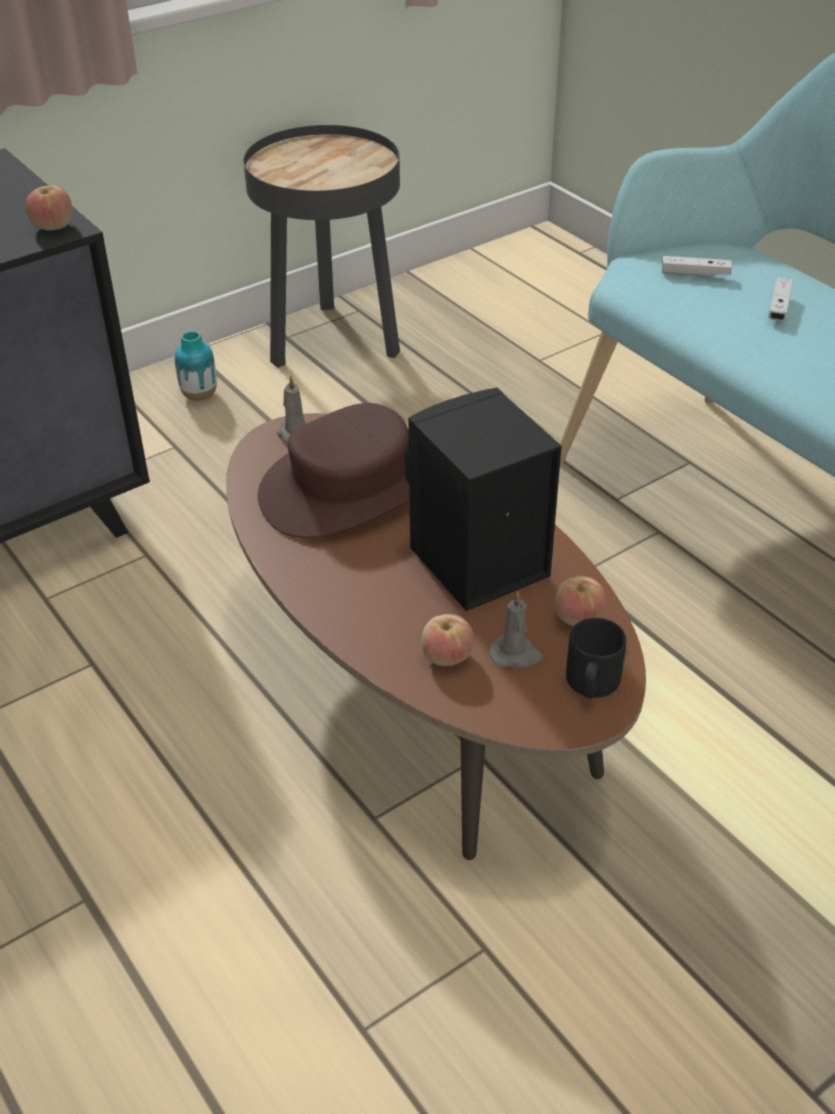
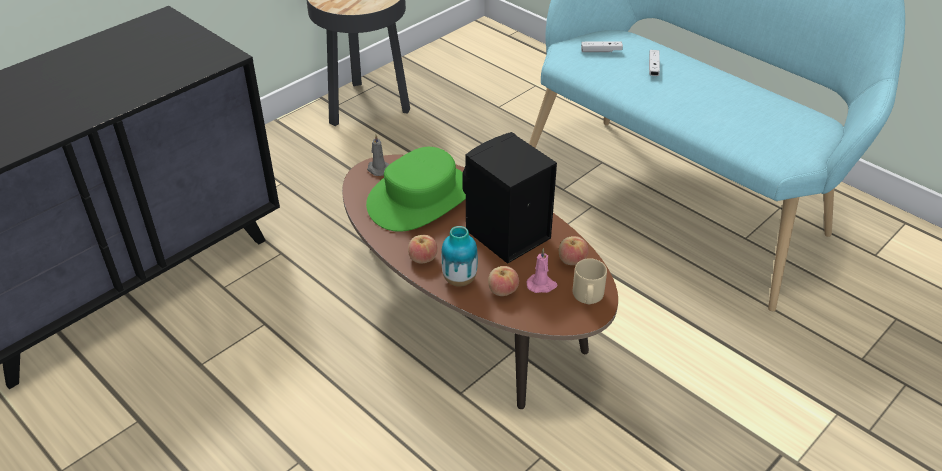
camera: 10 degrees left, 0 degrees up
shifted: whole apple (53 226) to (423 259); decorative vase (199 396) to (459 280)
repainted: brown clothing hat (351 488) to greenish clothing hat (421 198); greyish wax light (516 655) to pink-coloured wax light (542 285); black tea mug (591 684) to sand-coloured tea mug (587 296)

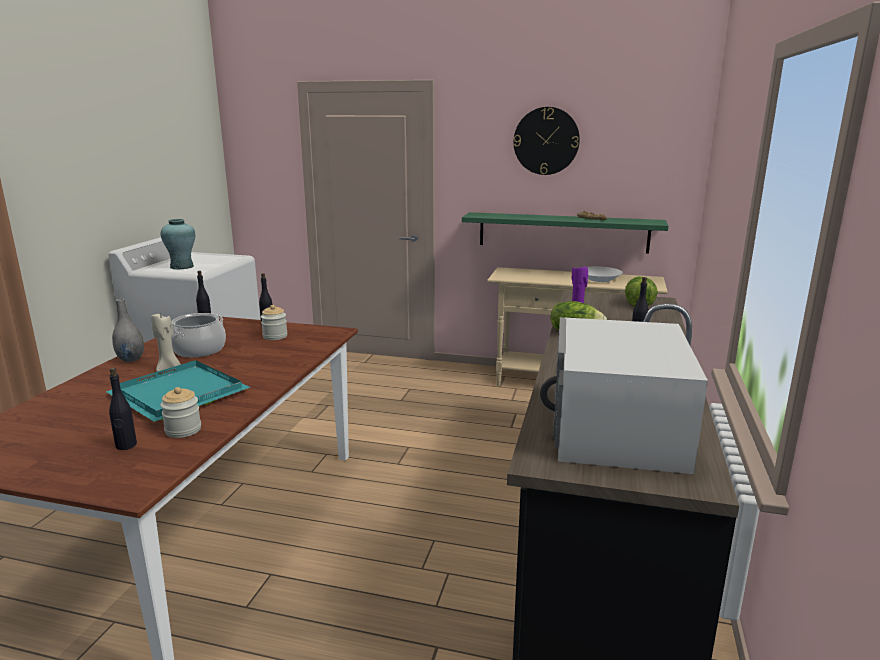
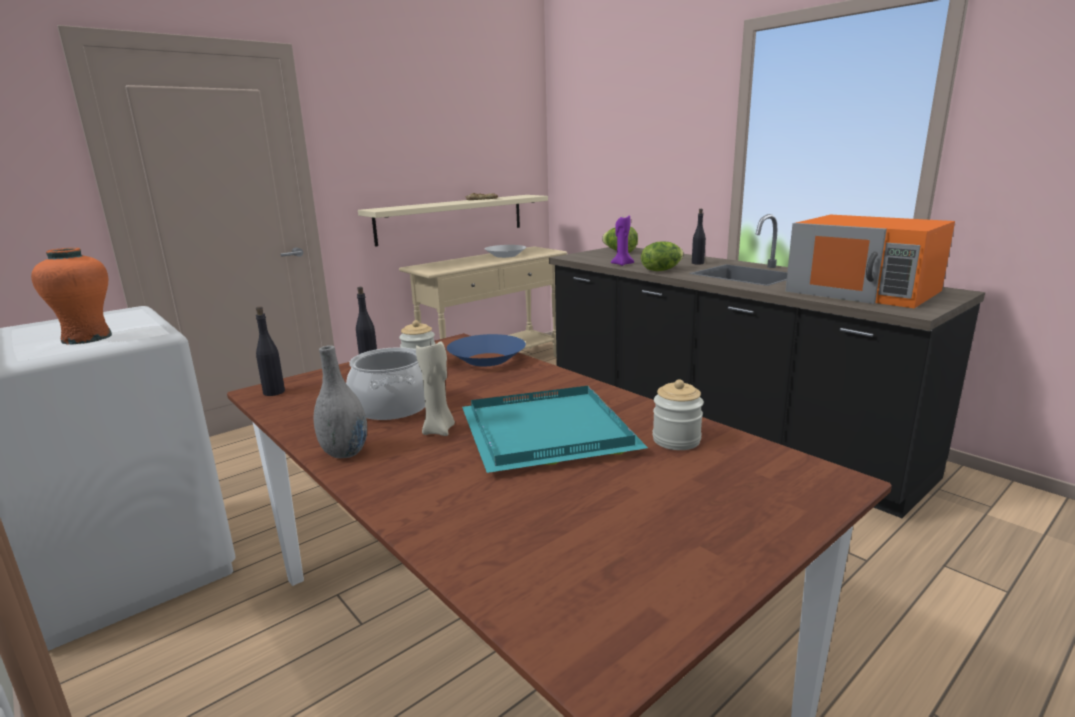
camera: 55 degrees left, 0 degrees up
gone: black bottle (126 445); wall clock (546 141)
new: bluish serving bowl (487 359)
repainted: turquoise-coloured decorative vase (182 266) to orange decorative vase (86 338); greenish bracket shelf (562 232) to sand-coloured bracket shelf (451 219); whitish kitchen microwave (616 428) to orange kitchen microwave (863 291)

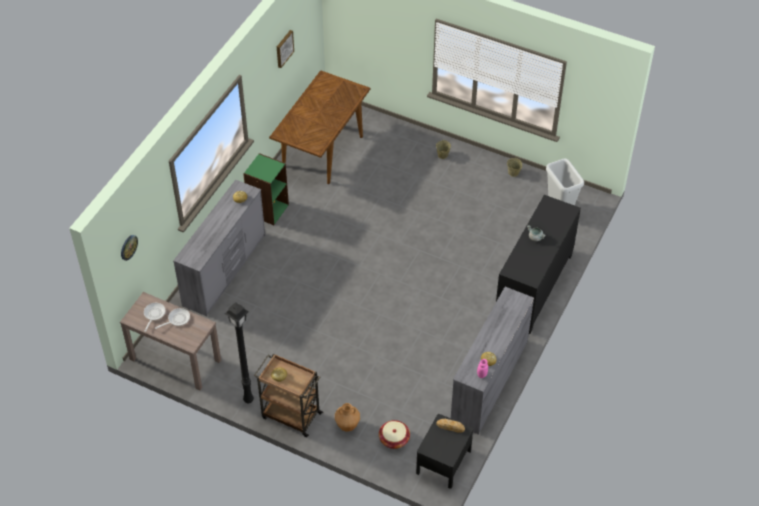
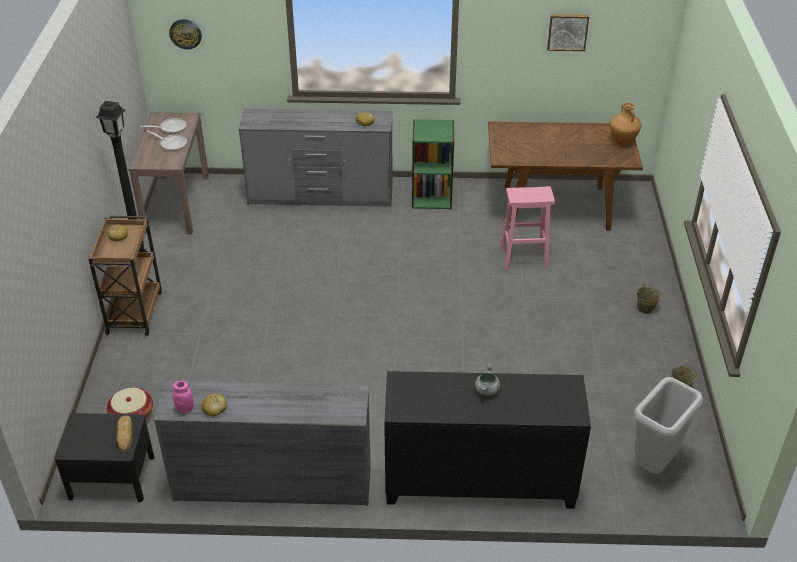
camera: 65 degrees right, 10 degrees down
new: pink-coloured sitting stool (523 258)
shifted: brown decorative vase (347 425) to (622 142)

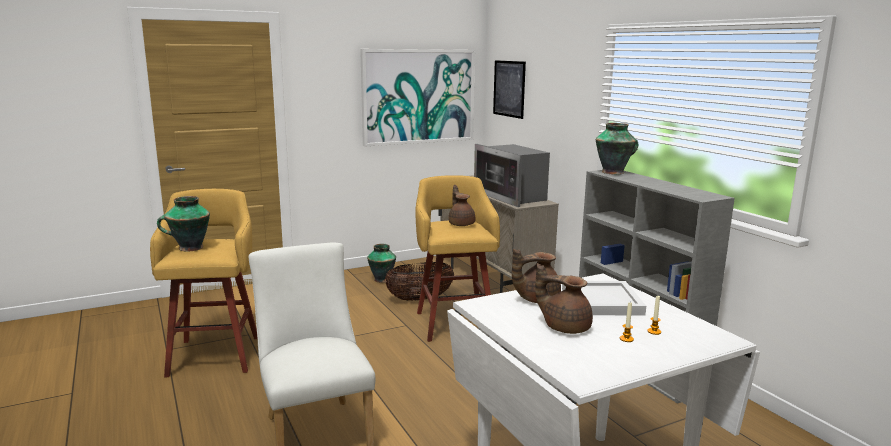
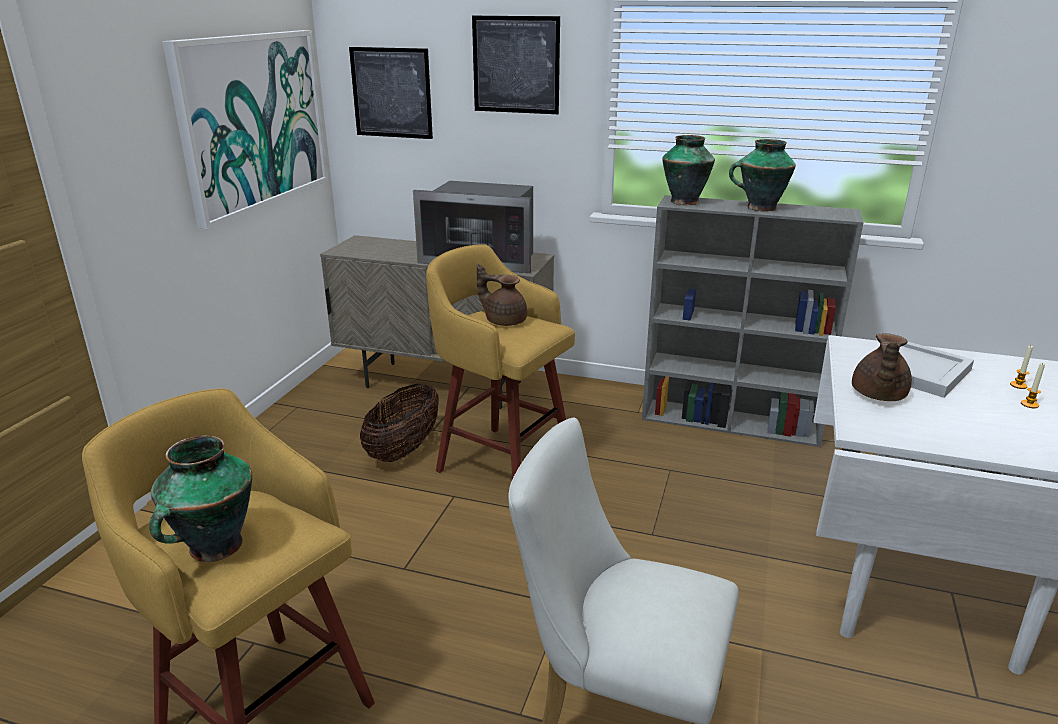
camera: 45 degrees left, 10 degrees up
gone: brown pot for tea (564 326)
new: wall art (516 65)
shifted: decorative vase (381 279) to (760 208)

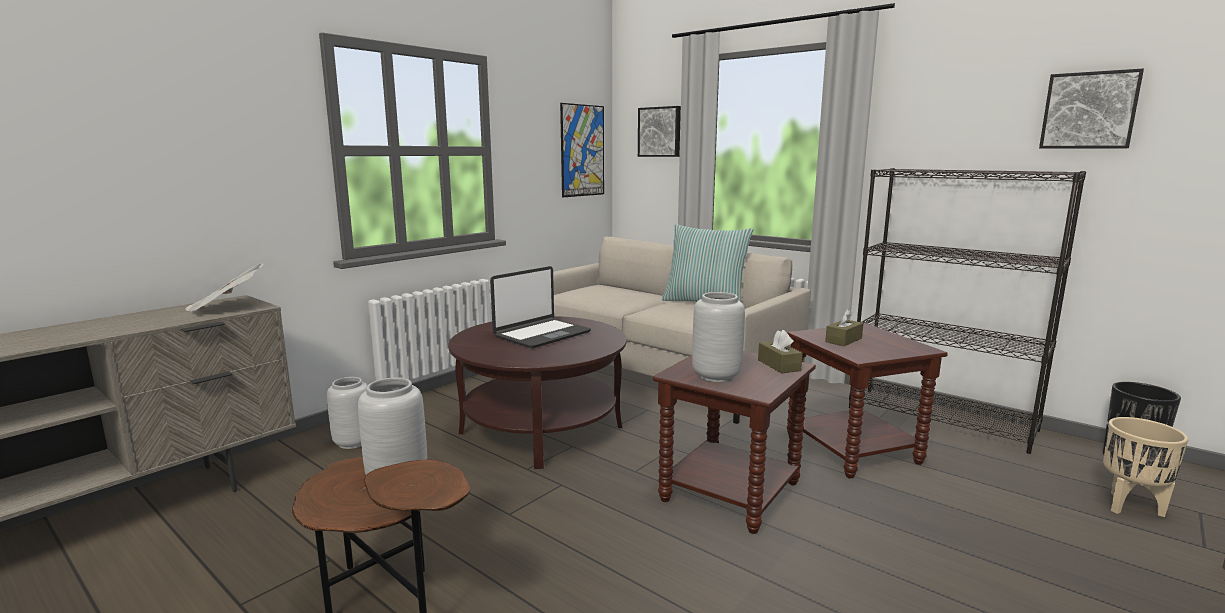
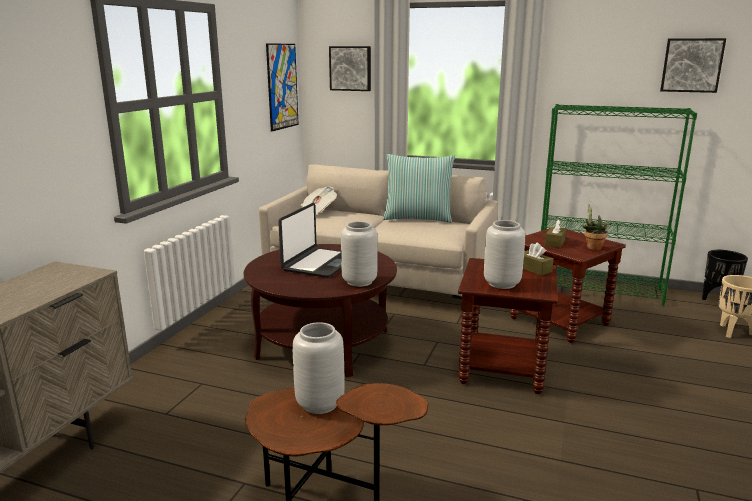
camera: 20 degrees left, 5 degrees up
new: plant in a pot (592 247)
shifted: newspaper (226 307) to (316 212); greyish decorative vase (354 442) to (359 281)
repainted: black bookcase (941 419) to greenish bookcase (599 289)

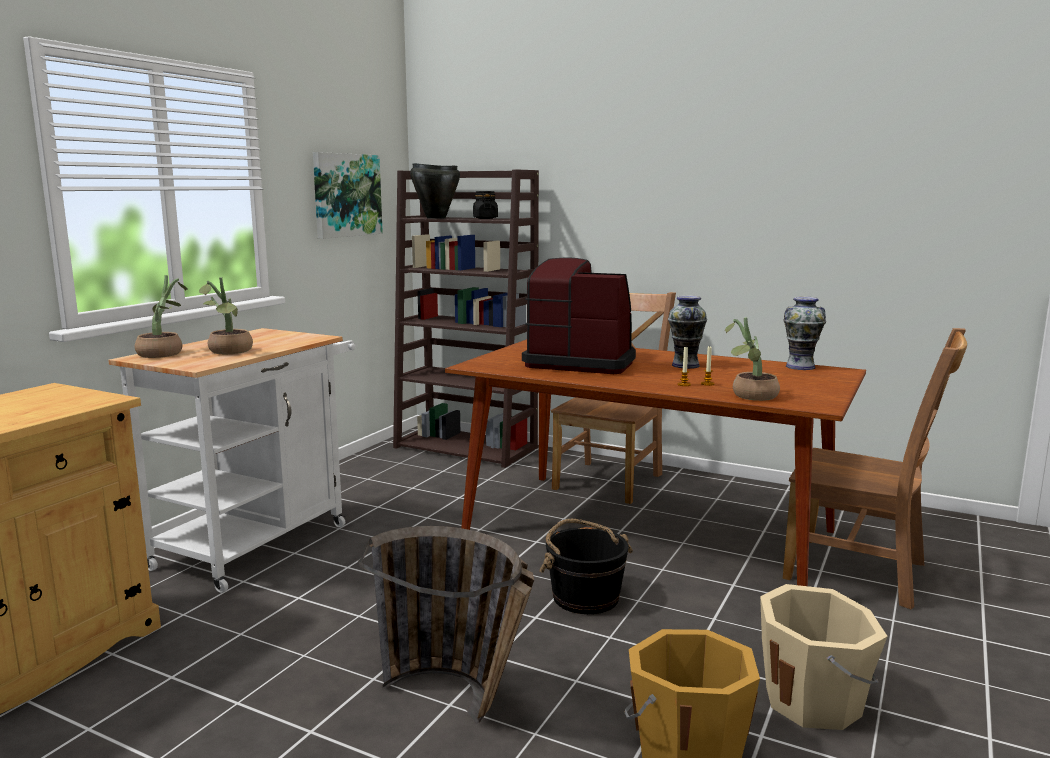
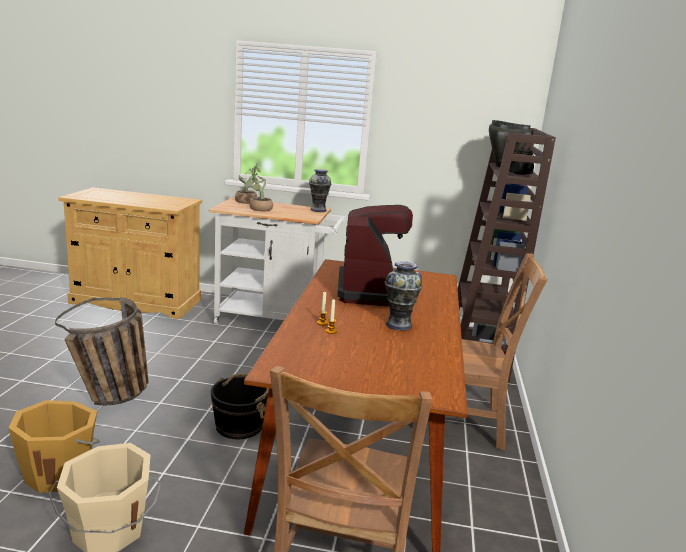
camera: 70 degrees right, 5 degrees up
gone: wall art (346 195); plant in a pot (750 396)
shifted: decorative vase (800 367) to (318 210)

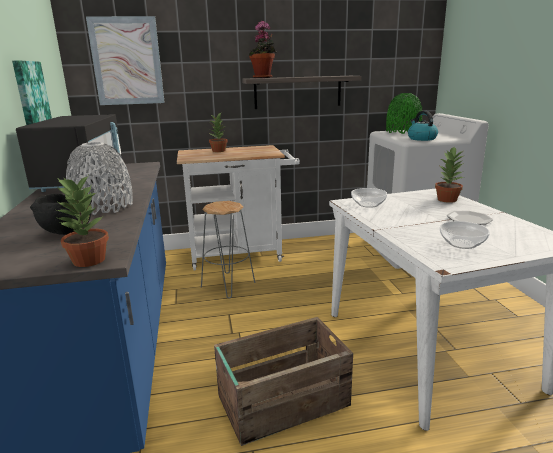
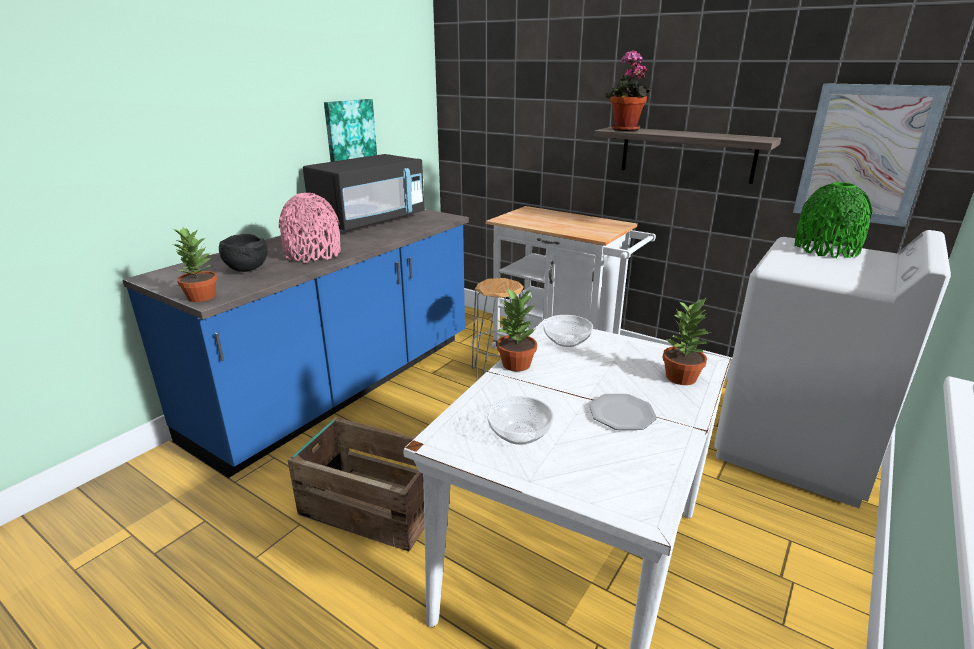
camera: 45 degrees right, 5 degrees up
gone: water kettle (421 138)
shifted: plant in a pot (219 151) to (516 365); wall art (127 61) to (864 154)
repainted: greyish decorative vase (103 207) to pink-coloured decorative vase (313 254)

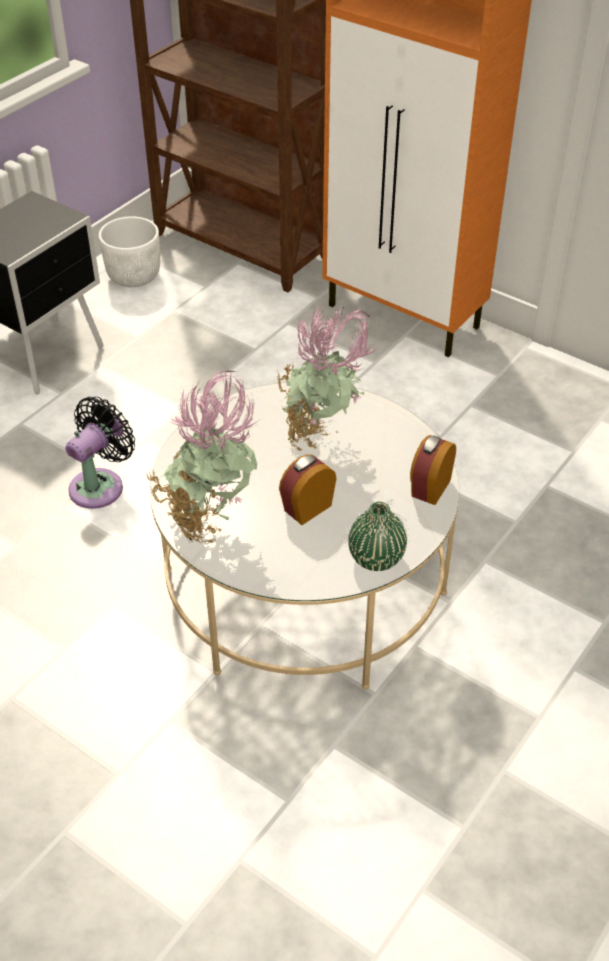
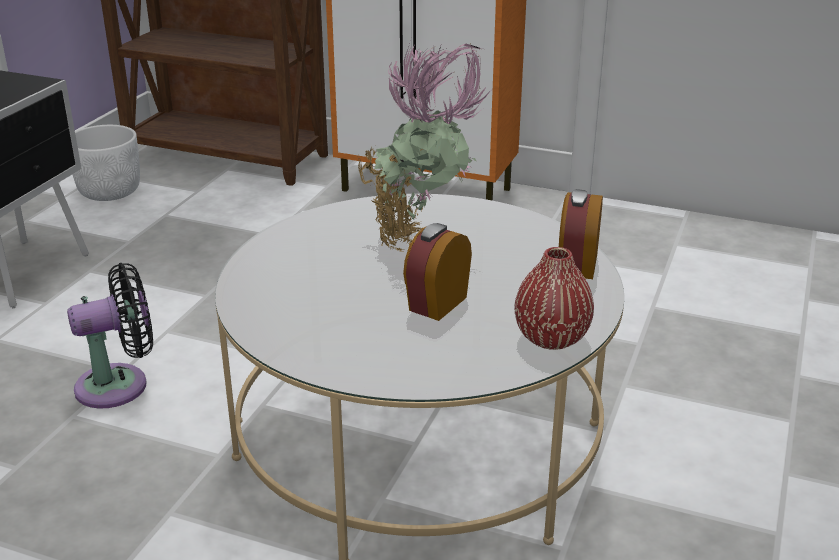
camera: 15 degrees left, 15 degrees down
gone: plant in a pot (210 520)
repainted: greenish decorative vase (376 558) to red-coloured decorative vase (551 338)
rotated: black cooling fan (100 485) = (119 385) 45 degrees clockwise

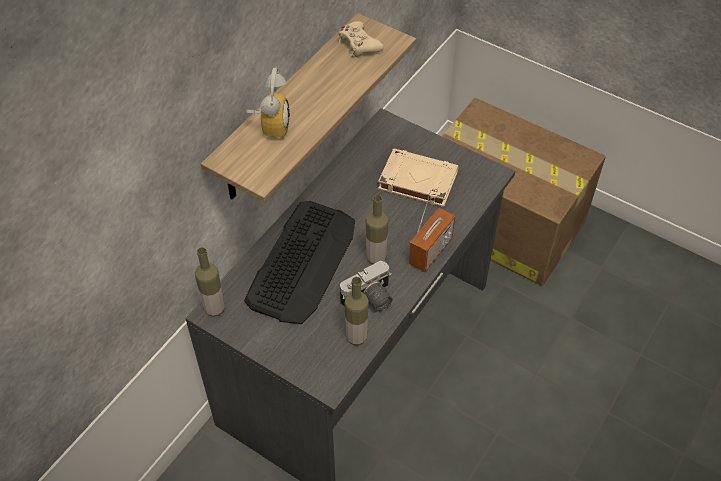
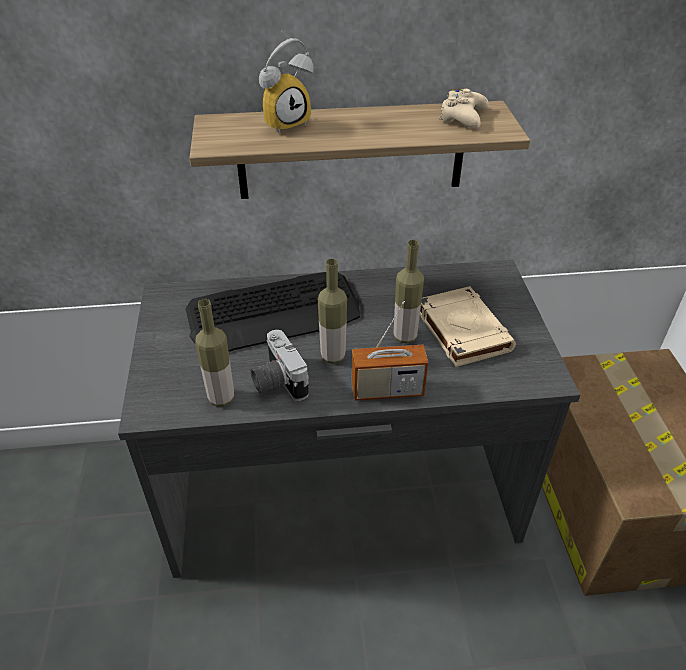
camera: 50 degrees right, 10 degrees down
shifted: bottle (214 309) to (405 336)
rotated: photo camera (369 300) = (276 381) 45 degrees clockwise

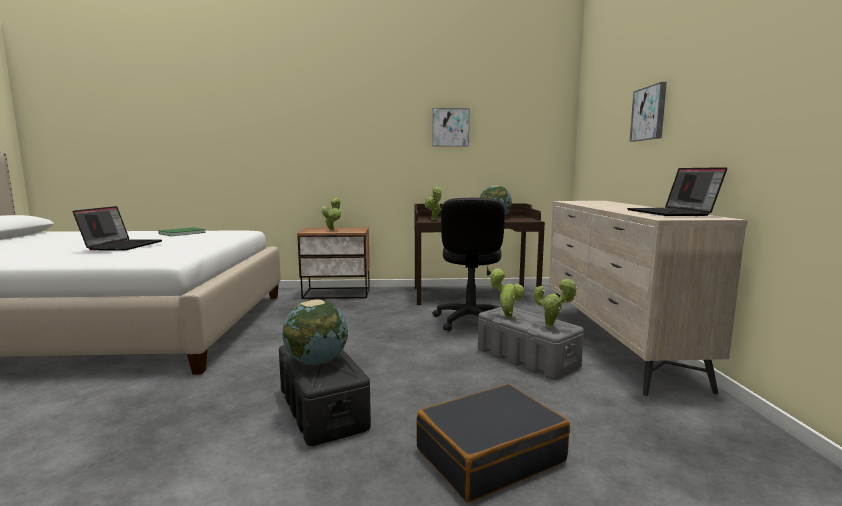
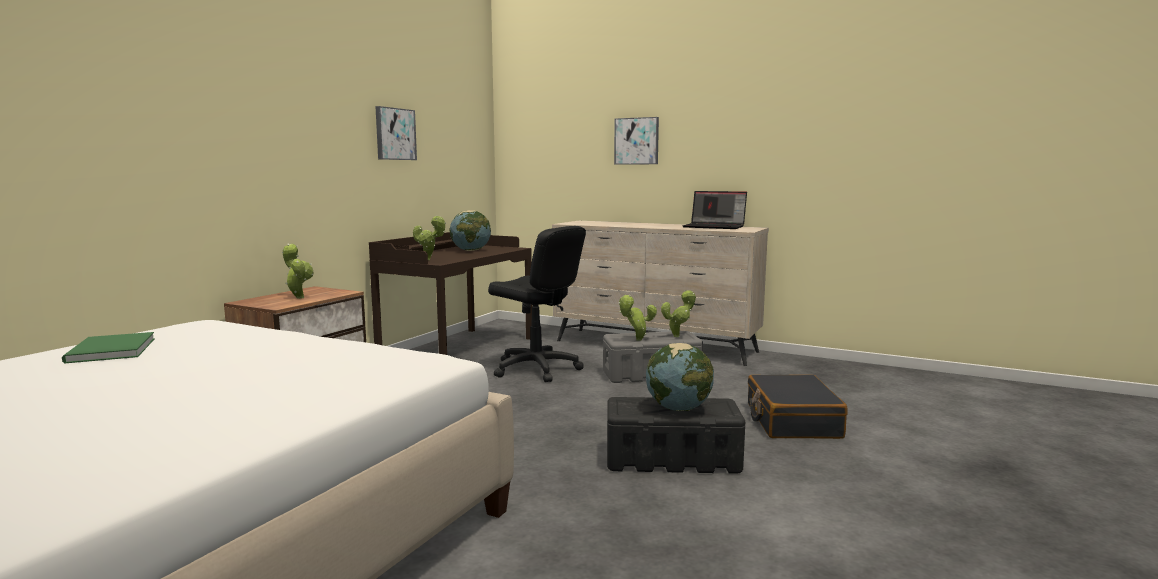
camera: 60 degrees left, 0 degrees up
gone: notebook computer (122 246)

